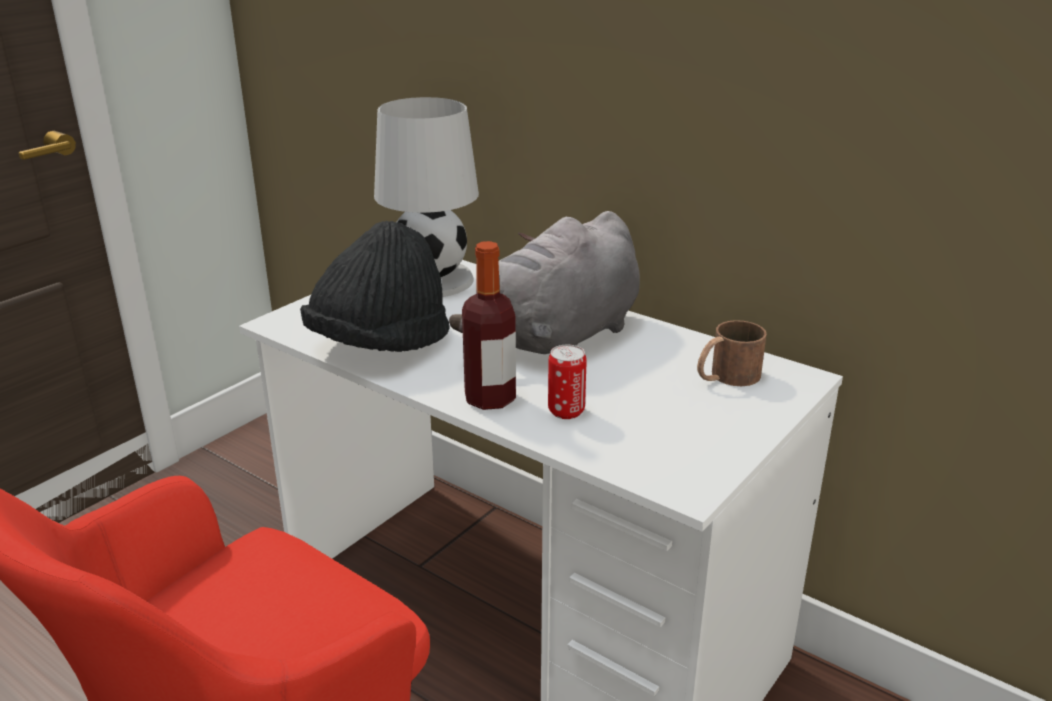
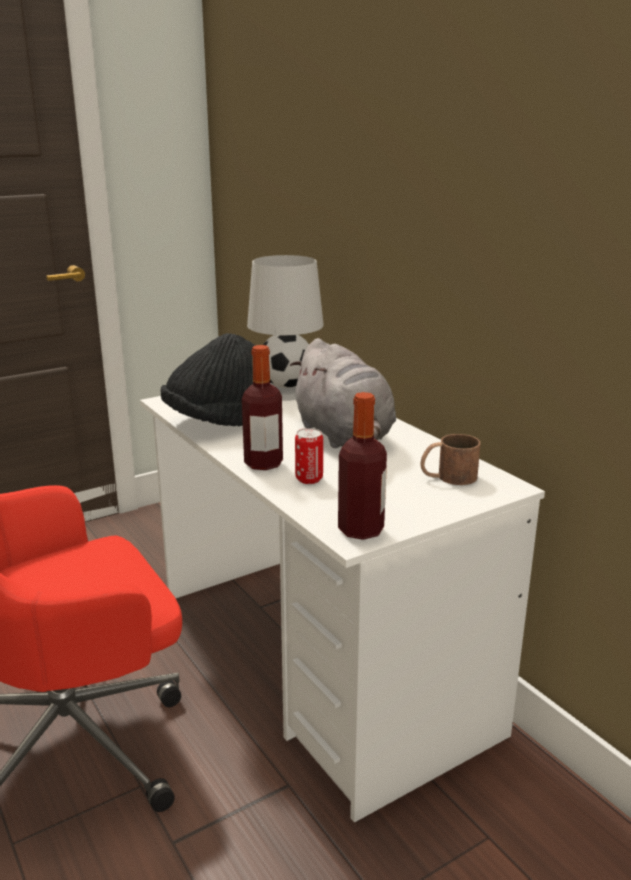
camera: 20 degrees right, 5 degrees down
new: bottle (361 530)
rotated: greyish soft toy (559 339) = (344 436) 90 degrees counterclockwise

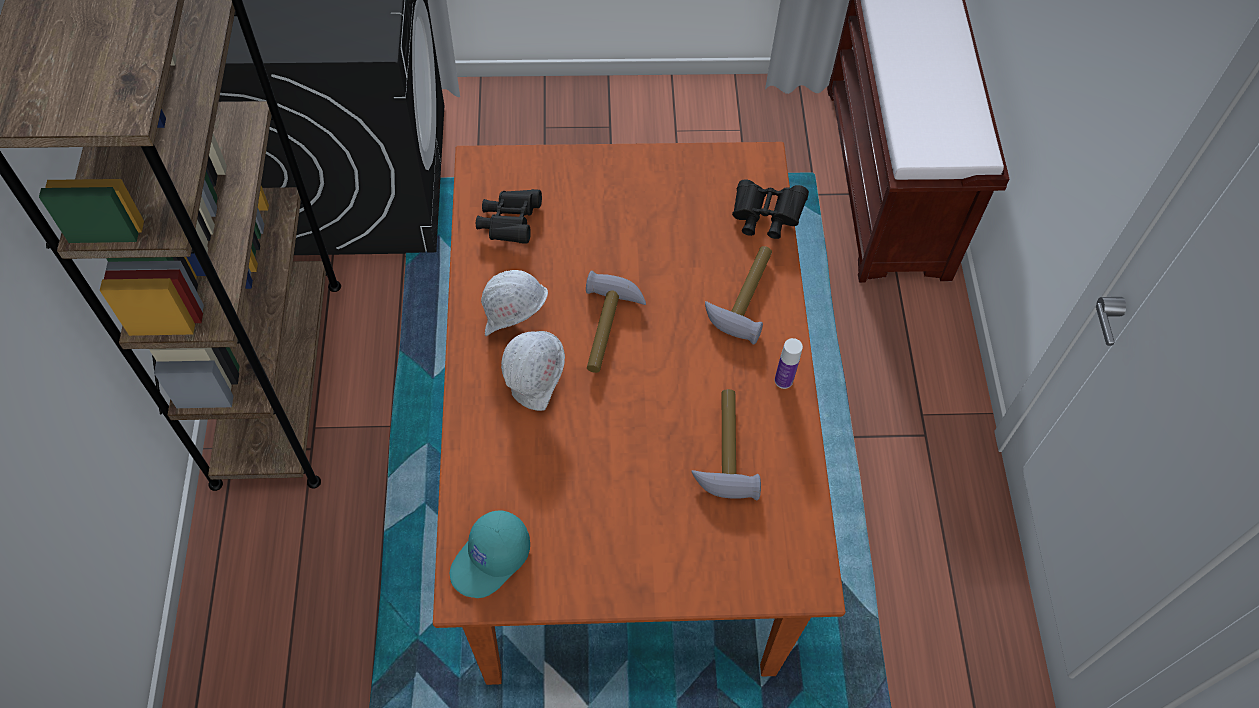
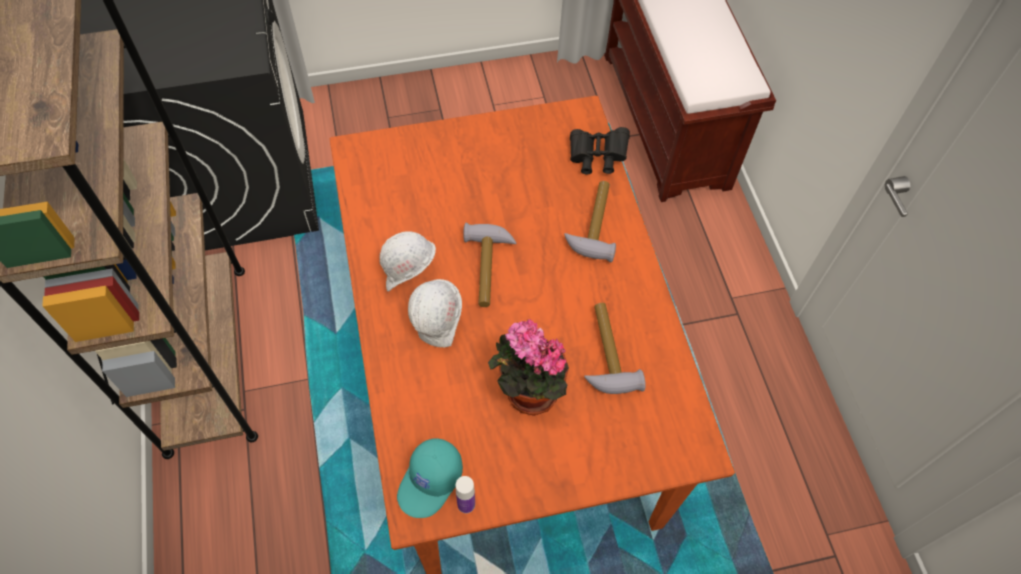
camera: 10 degrees left, 0 degrees up
gone: black pair of binoculars (510 224)
new: plant in a pot (527 392)
shifted: bottle (783 380) to (466 504)

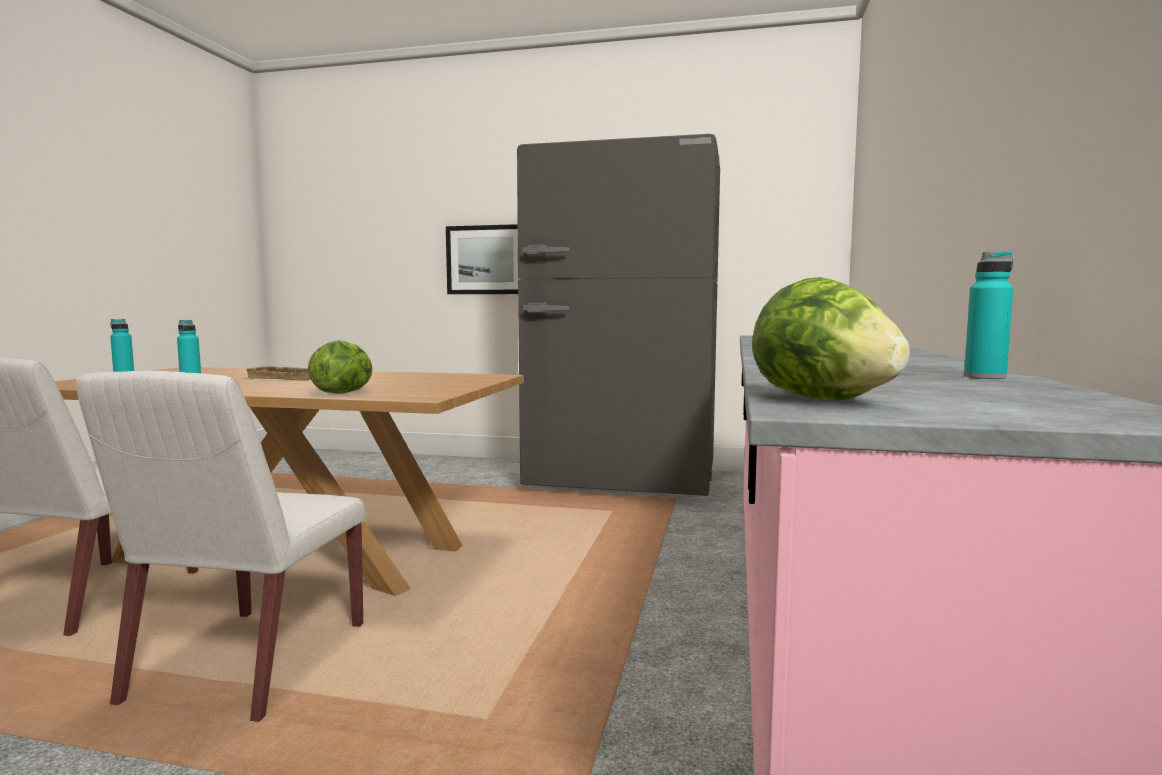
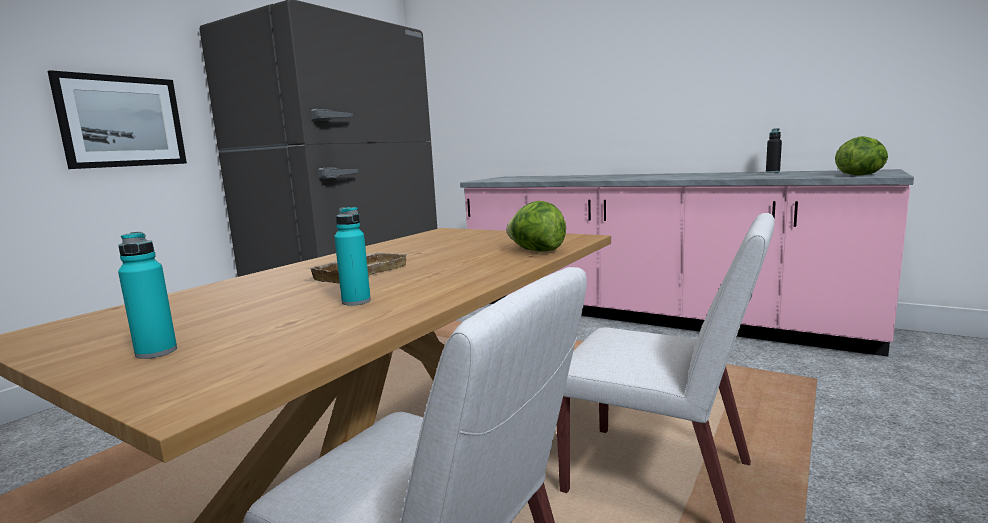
camera: 70 degrees left, 5 degrees up
repainted: turquoise-coloured bottle (984 377) to black bottle (772 172)

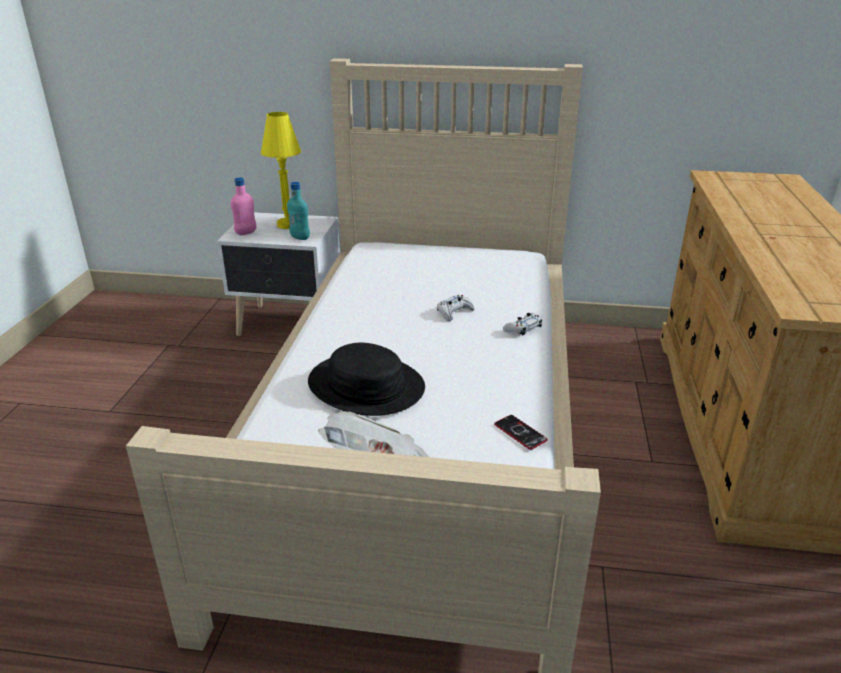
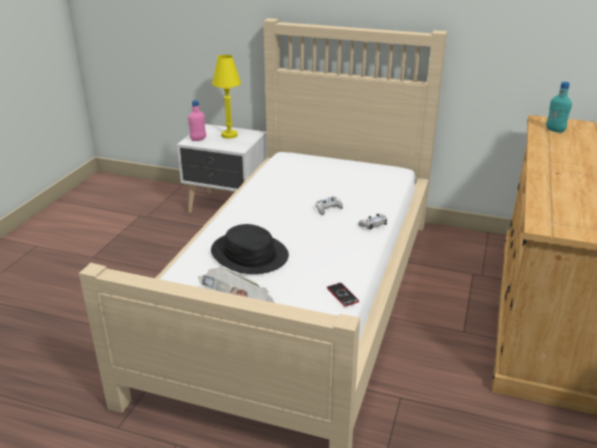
camera: 10 degrees right, 0 degrees up
shifted: turquoise-coloured bottle (300 237) to (555 130)

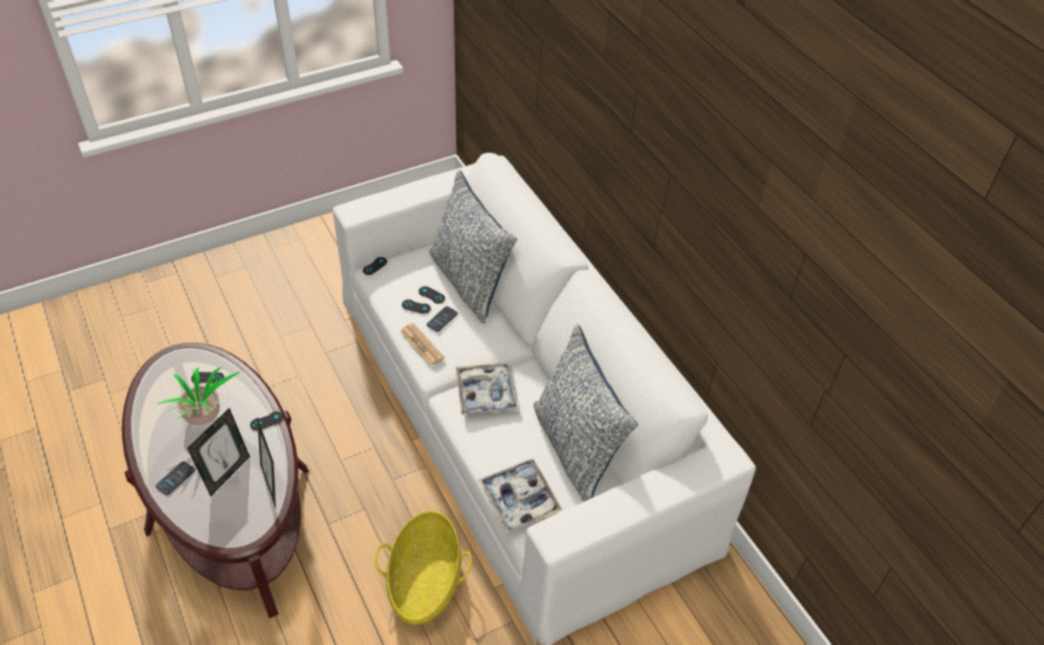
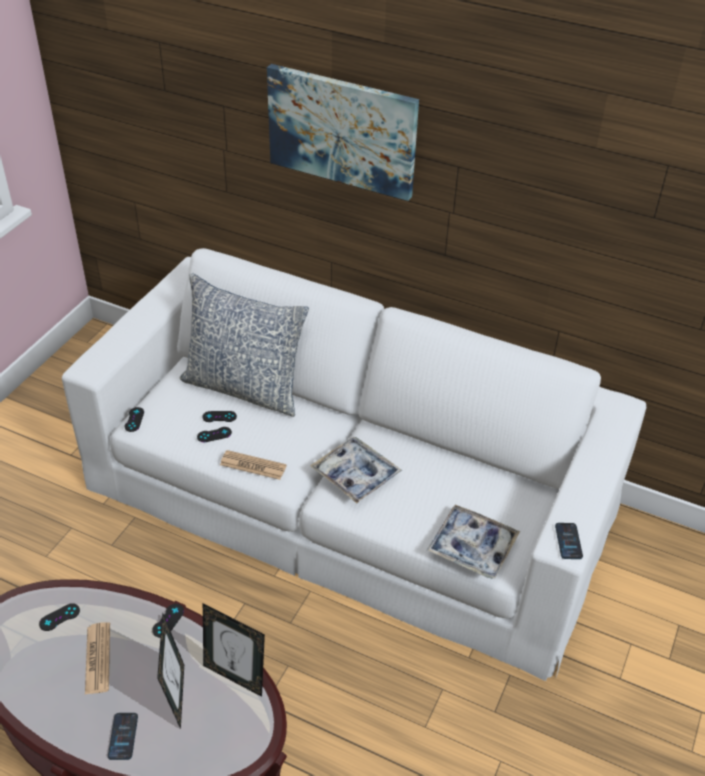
camera: 35 degrees left, 5 degrees down
gone: storage basket (425 582); cushion (576 448)
new: wall art (342 130)
shifted: handset (442 319) to (568 541)
swapped: plant in a pot (205 419) to newspaper (98 658)

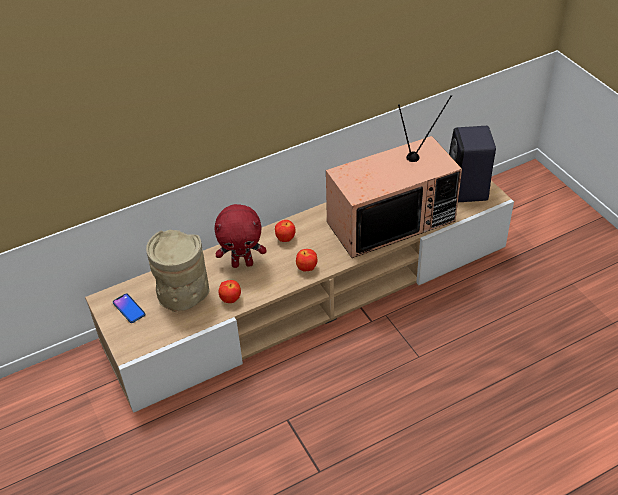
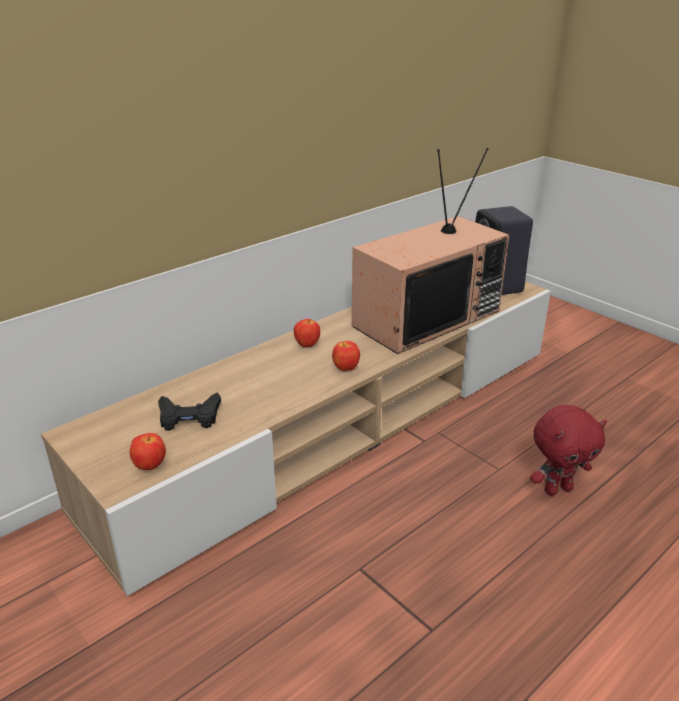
camera: 15 degrees left, 15 degrees down
gone: handset (129 308)
shifted: whole apple (231 299) to (150 466); red-coloured soft toy (242 263) to (557 489)
swapped: sand-coloured decorative vase (183 298) to black gamepad (189 417)

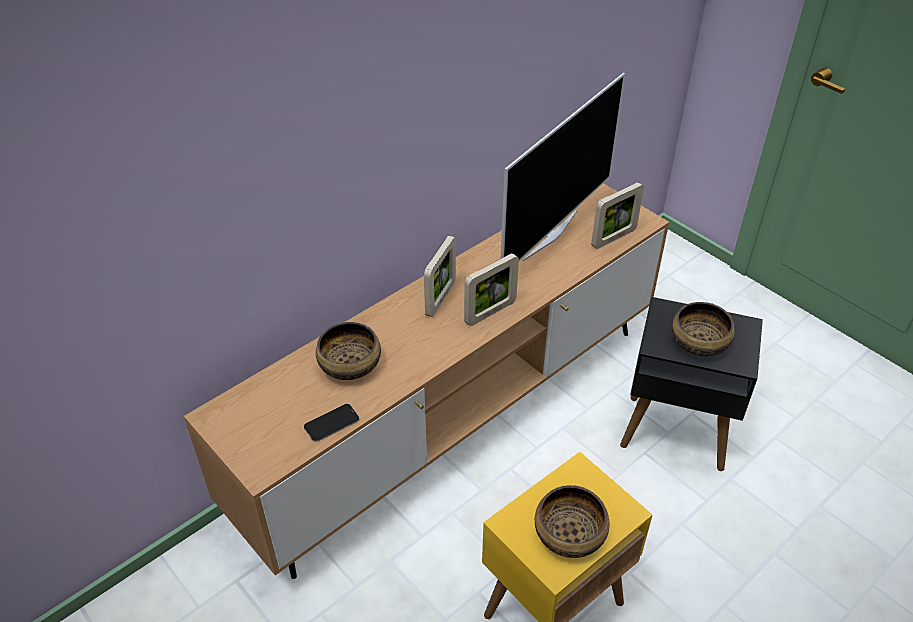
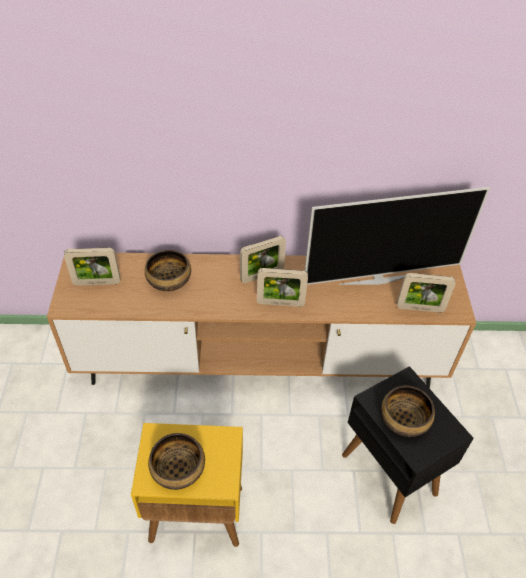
camera: 40 degrees right, 5 degrees up
gone: handset (331 423)
new: picture frame (97 283)

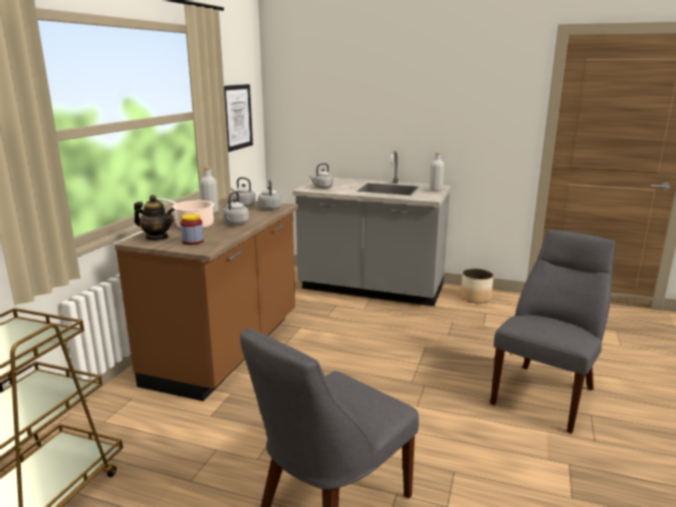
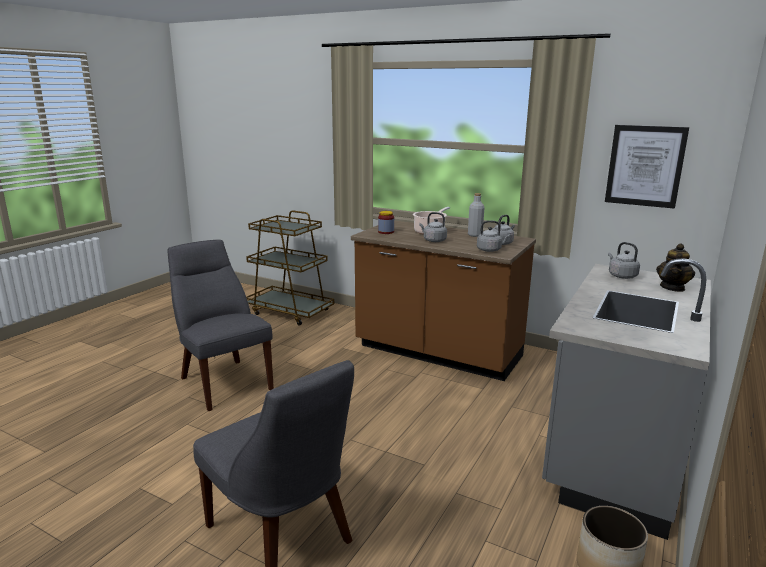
camera: 100 degrees right, 0 degrees up
gone: greyish bottle (435 190)
shifted: pot for tea (157 237) to (672 288)

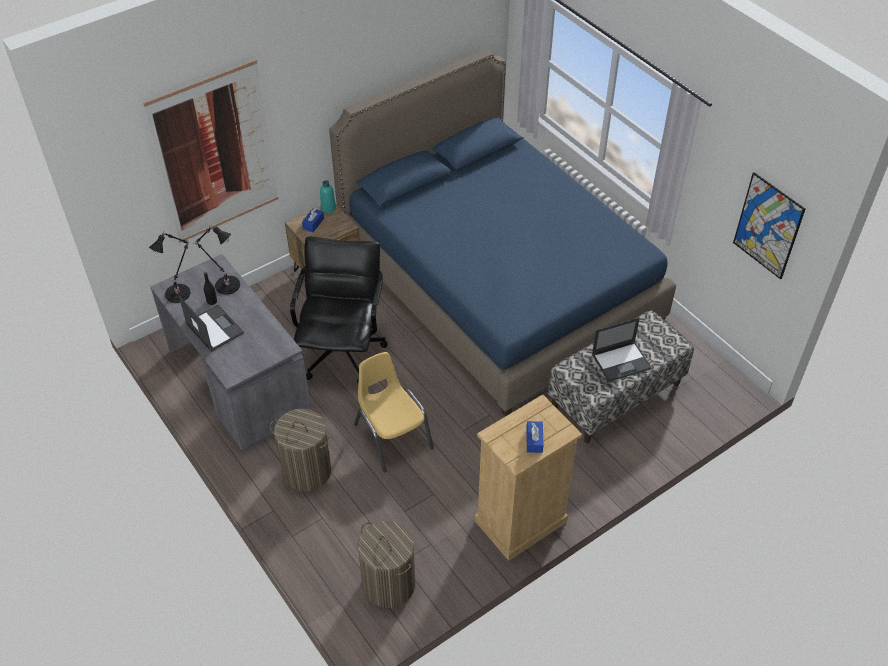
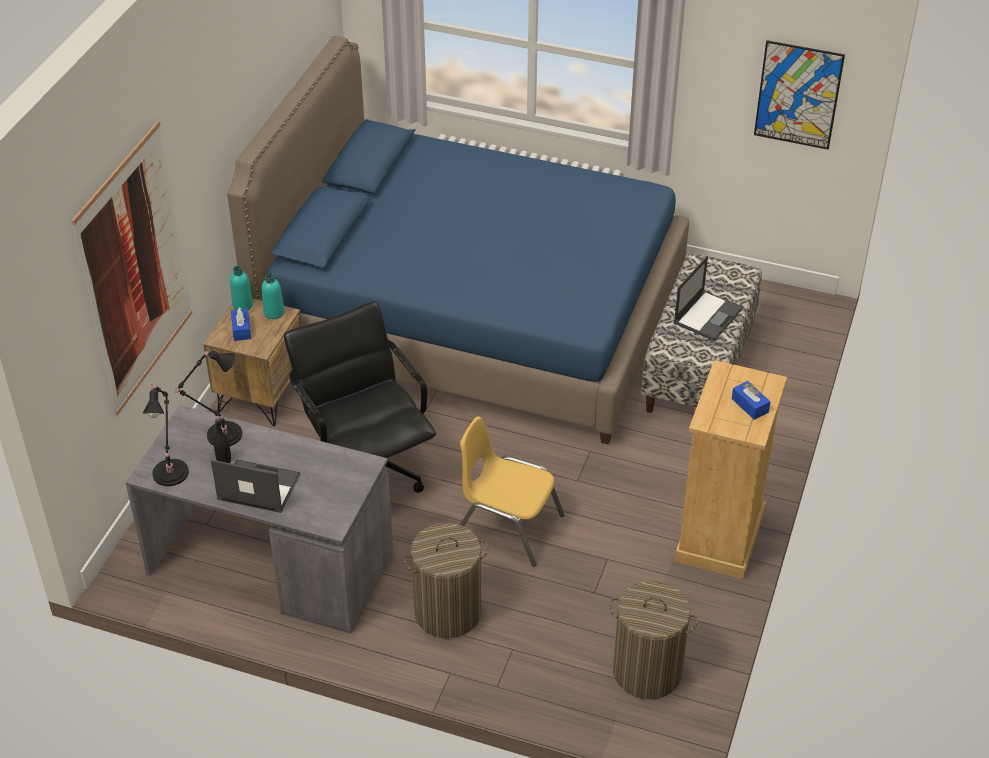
camera: 35 degrees left, 5 degrees down
new: turquoise-coloured bottle (274 312)

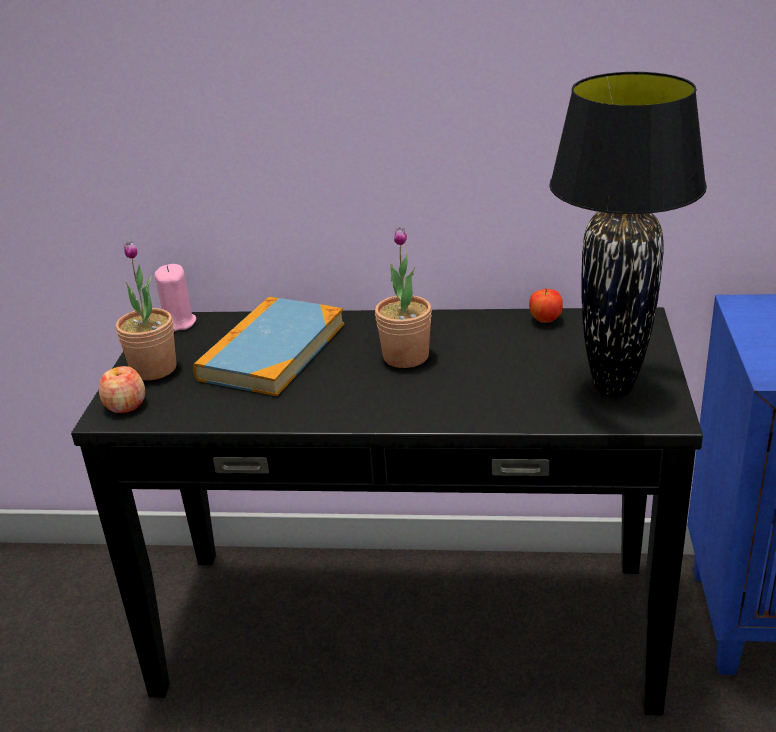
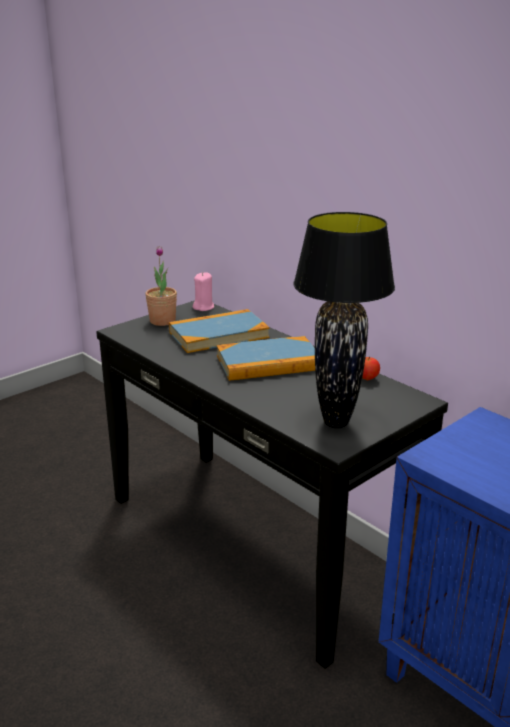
camera: 40 degrees right, 5 degrees down
gone: whole apple (125 405)
swapped: plant in a pot (405 357) to volume (268 363)

